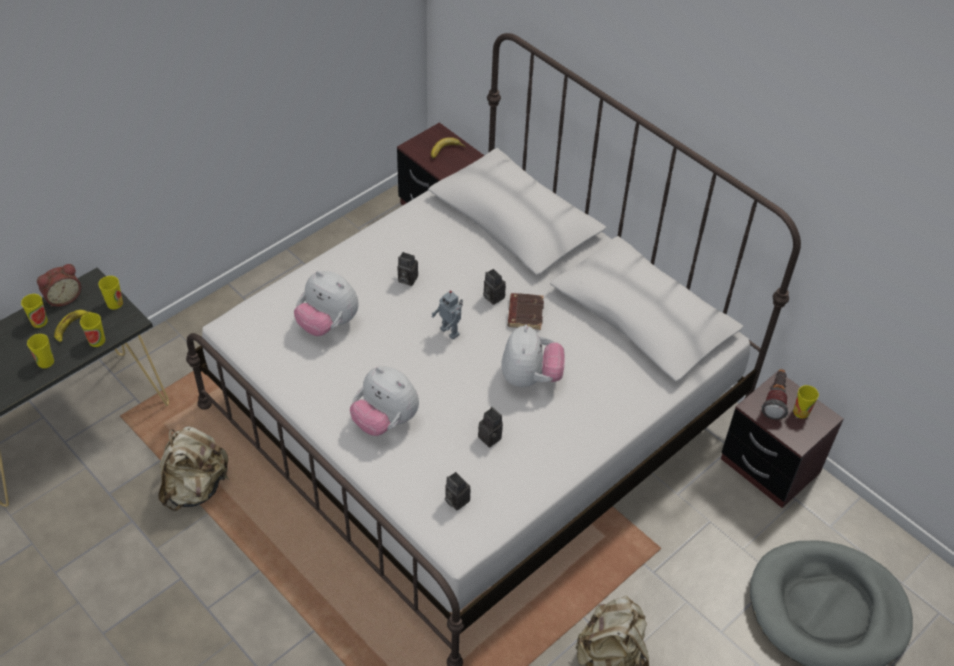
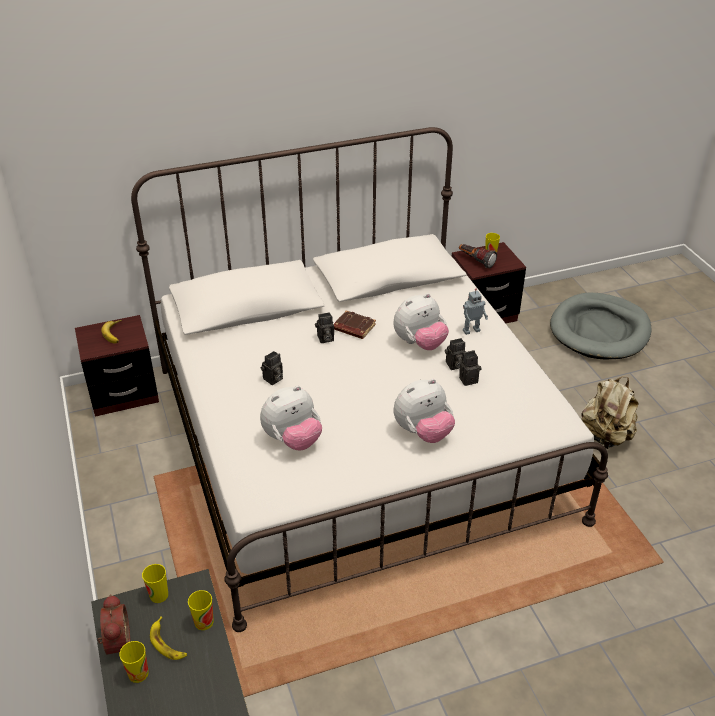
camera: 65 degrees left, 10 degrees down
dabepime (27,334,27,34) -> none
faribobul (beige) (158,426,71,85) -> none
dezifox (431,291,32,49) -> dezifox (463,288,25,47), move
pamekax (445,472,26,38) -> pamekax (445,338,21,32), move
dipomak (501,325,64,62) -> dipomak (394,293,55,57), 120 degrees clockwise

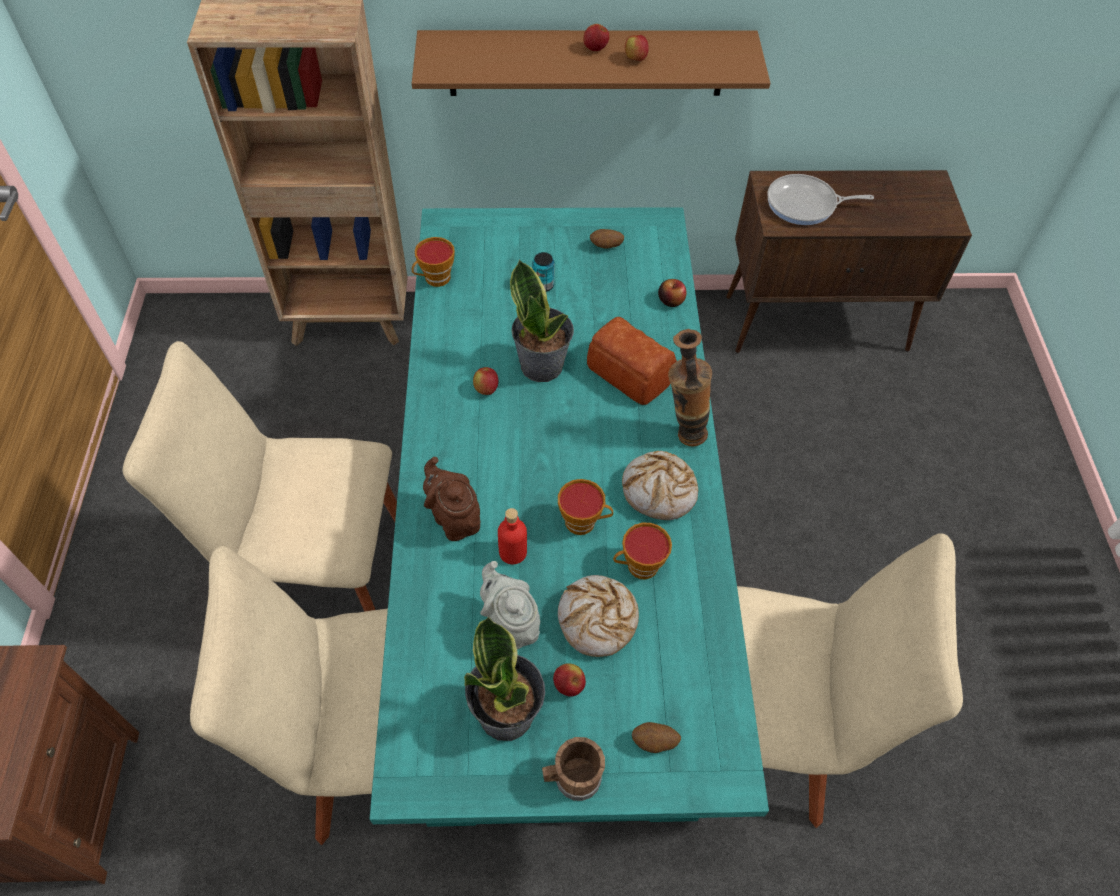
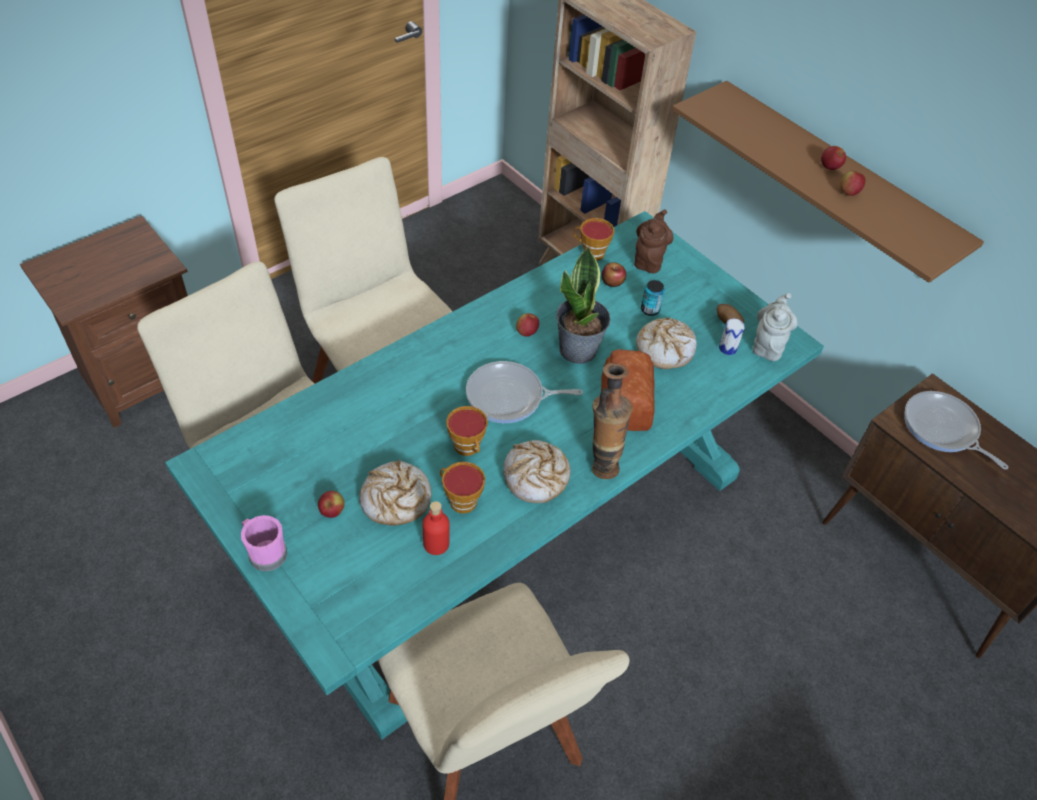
camera: 50 degrees right, 5 degrees down
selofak (464,616,81,125) -> none
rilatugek (632,722,49,31) -> none
none -> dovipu (466,361,117,62)
none -> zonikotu (636,317,61,52)
none -> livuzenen (719,318,26,37)
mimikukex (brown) (423,457,57,84) -> mimikukex (brown) (634,210,39,63), move
mimikukex (grey) (480,561,60,88) -> mimikukex (grey) (753,293,45,68), move
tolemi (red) (498,508,29,56) -> tolemi (red) (423,501,27,54), move
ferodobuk (658,279,29,28) -> ferodobuk (602,262,24,25), move
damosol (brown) (542,737,63,64) -> damosol (pink) (241,515,46,56)

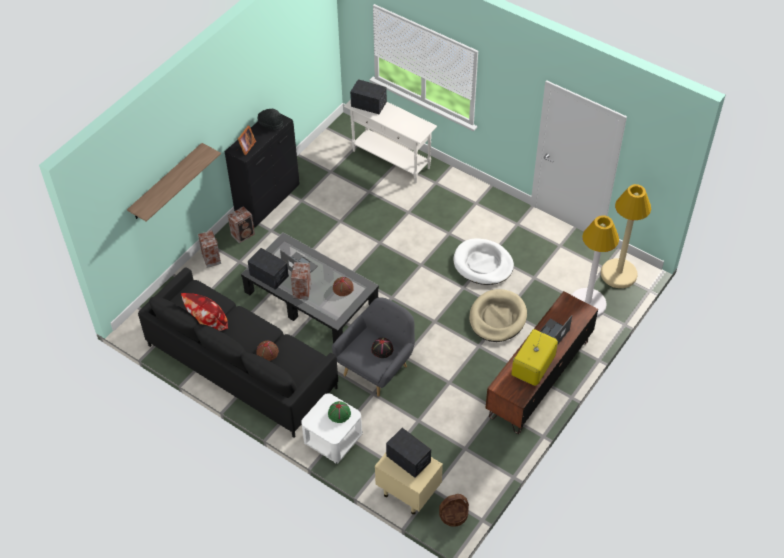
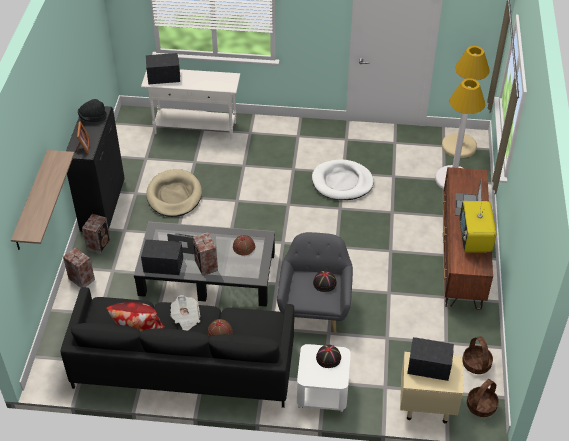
camera: 30 degrees left, 5 degrees down
none -> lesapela (171,295,29,36)
none -> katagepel (462,336,31,38)
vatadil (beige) (469,289,58,53) -> vatadil (beige) (146,169,56,48), move
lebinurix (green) (328,401,23,22) -> lebinurix (black) (316,345,25,23)

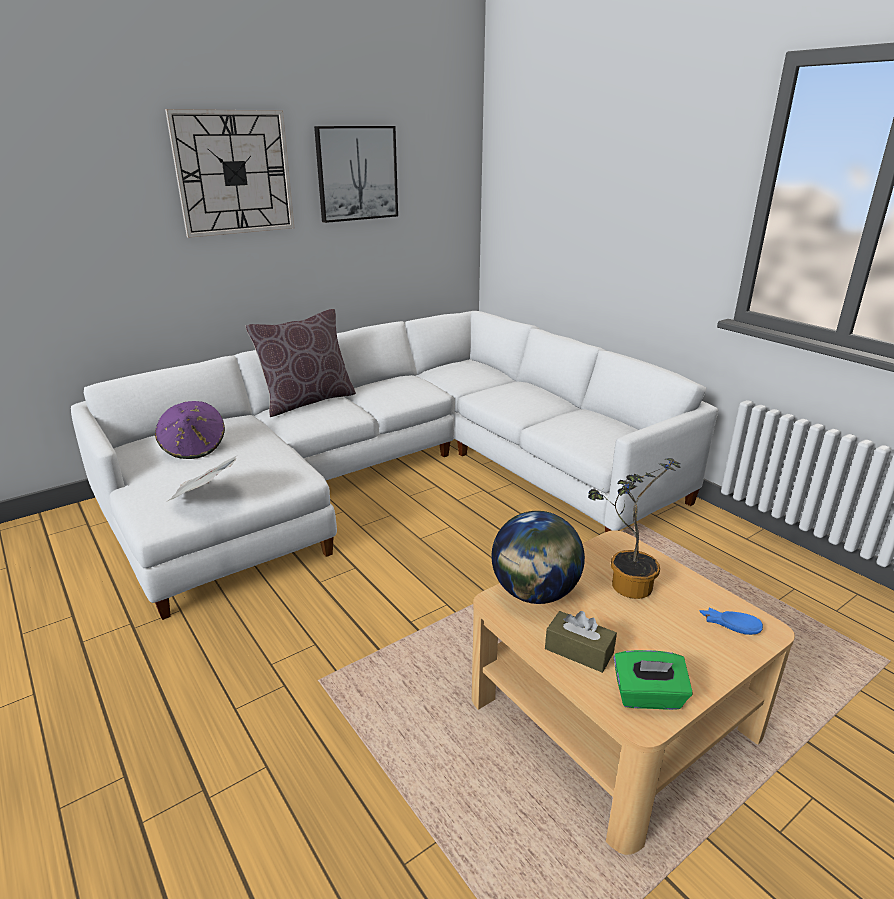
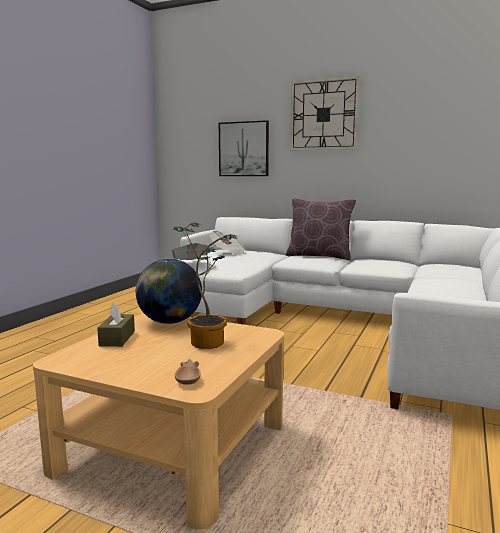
camera: 60 degrees right, 15 degrees down
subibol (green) (614,650,79,60) -> none
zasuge (314,126,84,97) -> zasuge (219,120,50,56), move
lebinurix (purple) (155,401,70,58) -> lesapela (209,231,37,25)
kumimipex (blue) (700,607,63,28) -> kumimipex (brown) (175,359,26,26)

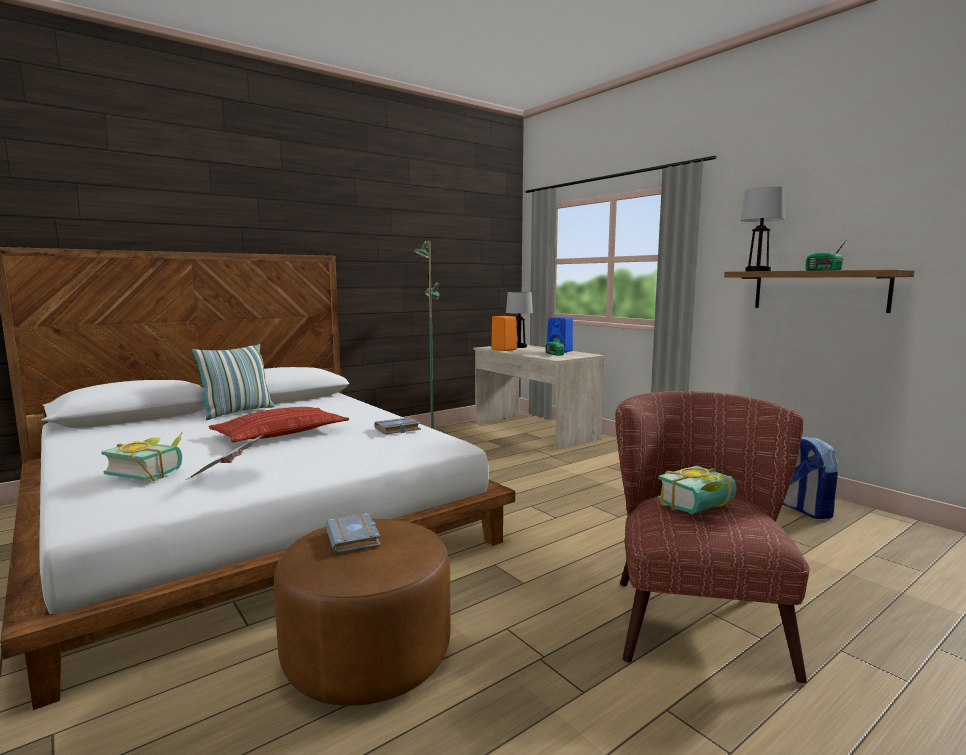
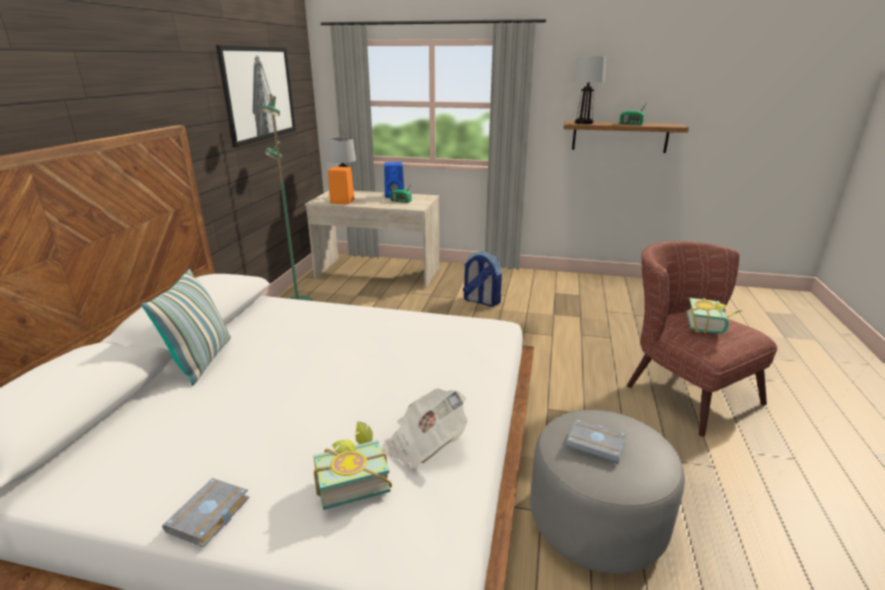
camera: 40 degrees left, 15 degrees up
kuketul (208,407,141,35) -> none
none -> zasuge (216,45,80,102)
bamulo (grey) (375,417,46,18) -> bamulo (grey) (162,478,87,69), move
faribobul (783,436,55,83) -> faribobul (463,252,39,55), move
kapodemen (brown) (274,519,177,187) -> kapodemen (grey) (530,410,155,164)

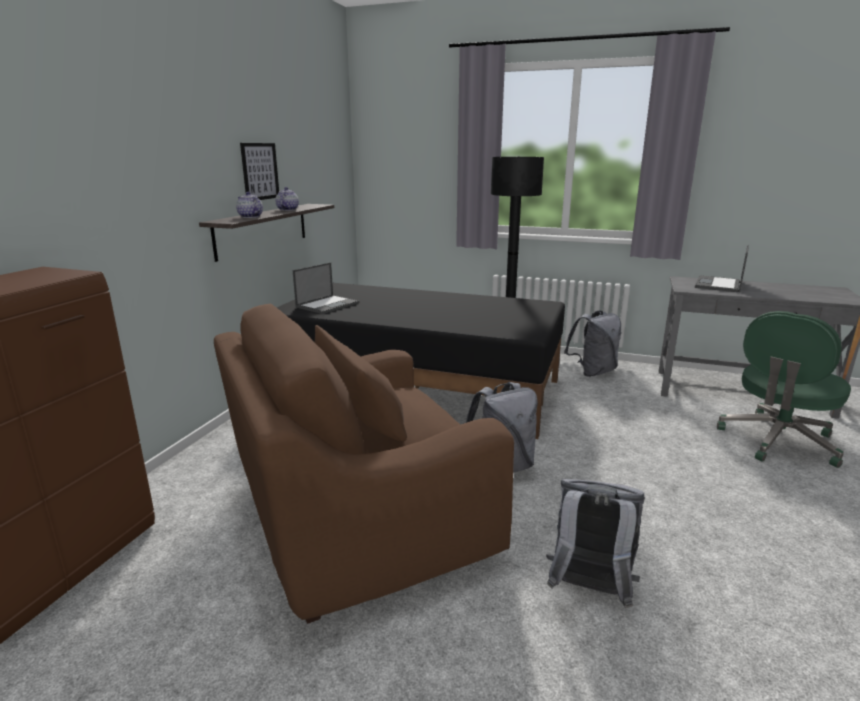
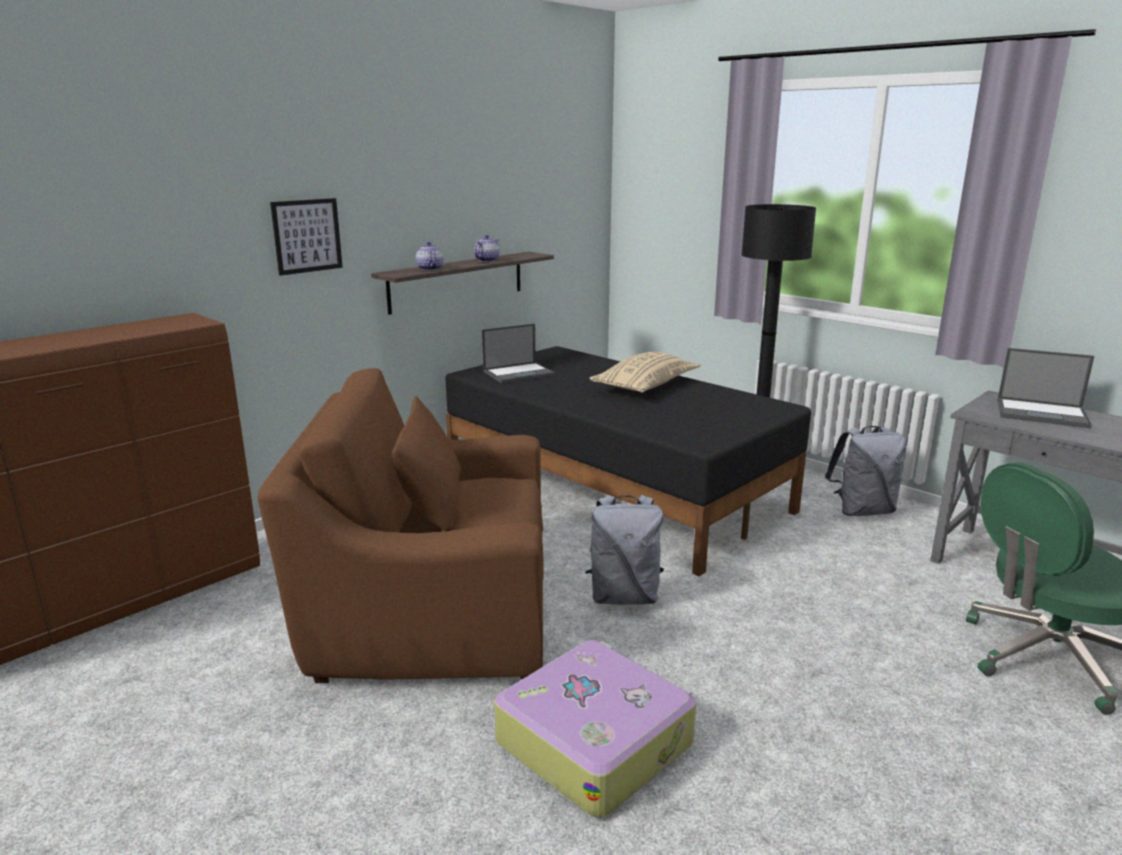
camera: 25 degrees right, 0 degrees up
none -> kuketul (beige) (590,352,111,41)
zasuge (240,143,39,57) -> zasuge (270,198,73,78), move
faribobul (grey) (546,479,99,129) -> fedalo (494,640,202,177)
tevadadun (695,245,54,47) -> tevadadun (997,348,97,80), 120 degrees counterclockwise

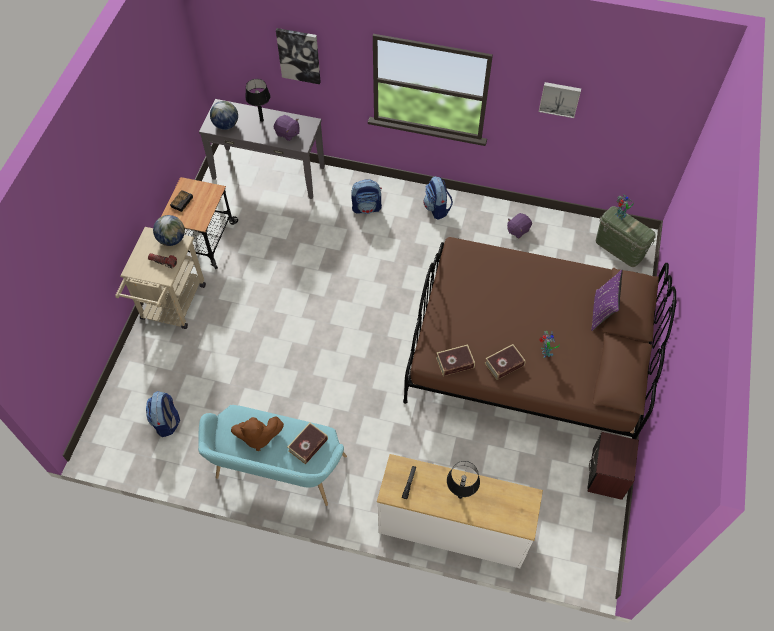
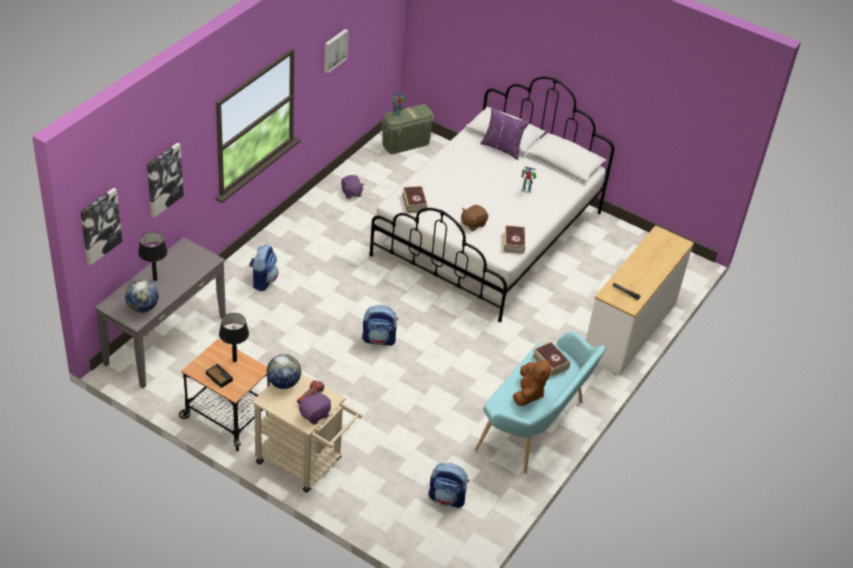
camera: 75 degrees left, 15 degrees down
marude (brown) (587,432,52,68) -> none
none -> zasuge (80,188,42,78)
none -> dipomak (brown) (461,205,27,26)
dipomak (purple) (274,115,26,26) -> dipomak (purple) (299,390,32,35), move
faribobul (423,176,30,44) -> faribobul (362,305,36,41), move
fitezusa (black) (447,461,33,38) -> fitezusa (black) (219,313,30,49), move
bamulo (485,344,41,36) -> bamulo (402,186,25,27), move
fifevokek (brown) (403,237,274,202) -> fifevokek (white) (369,77,245,245)

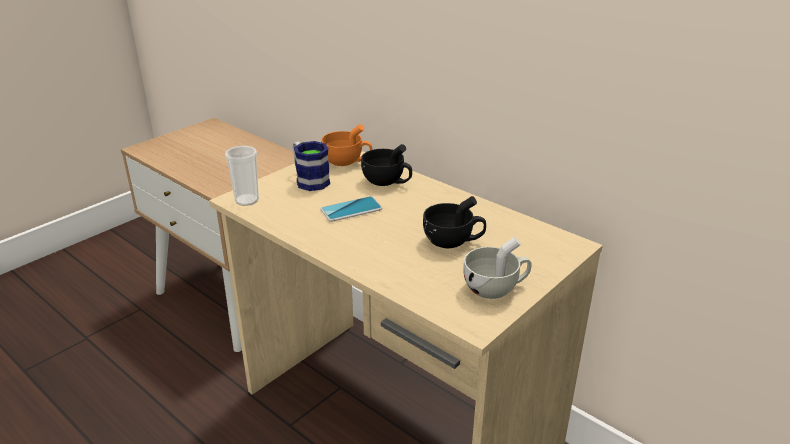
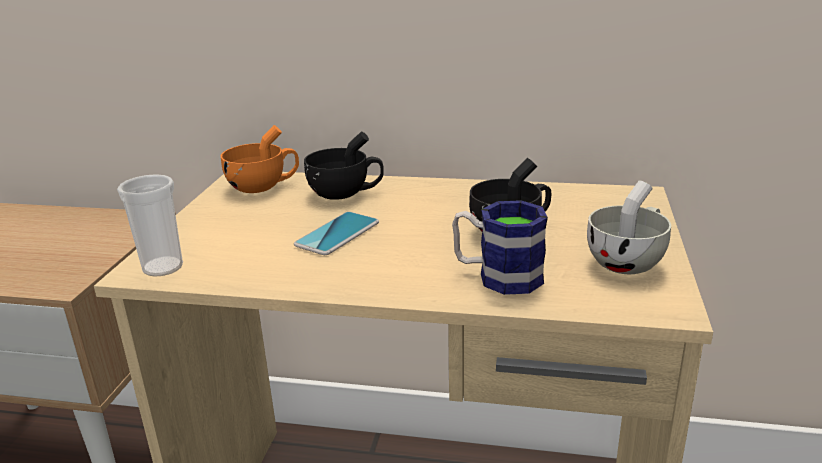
camera: 30 degrees left, 5 degrees down
damosol (293,141,37,50) -> damosol (452,200,96,95), move

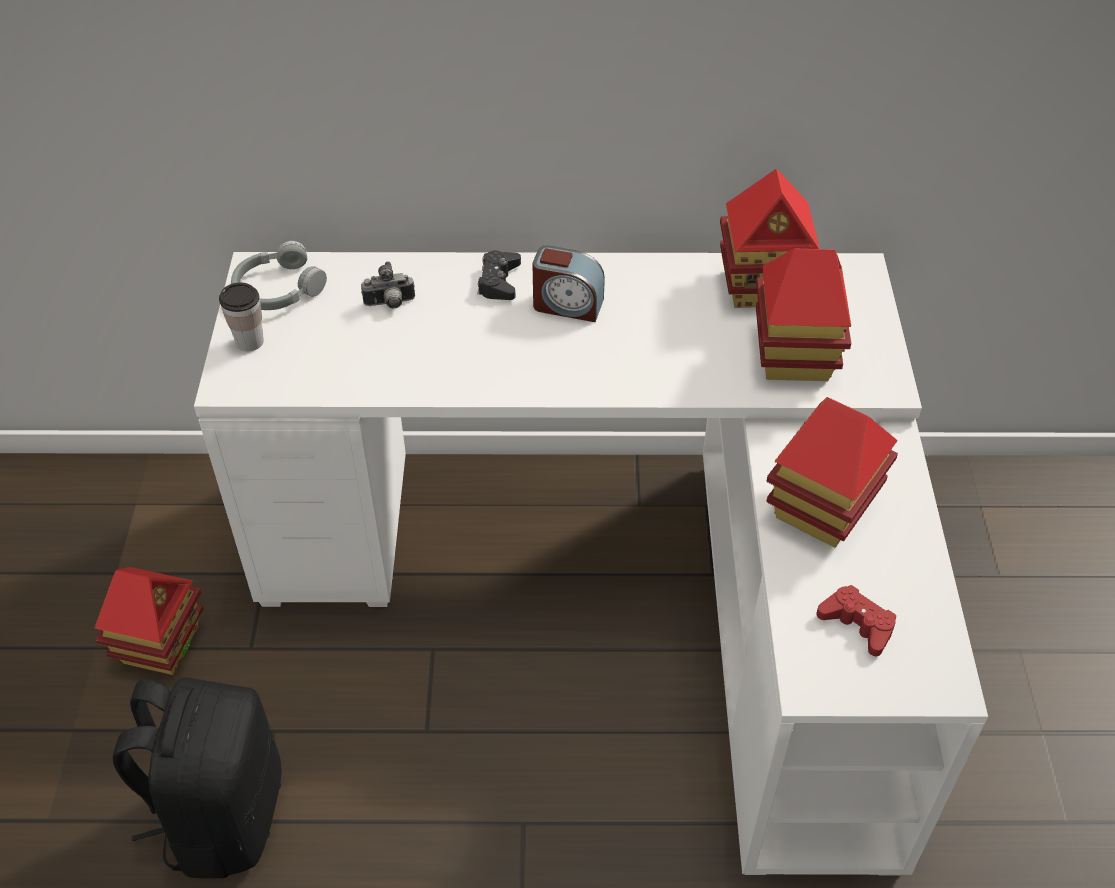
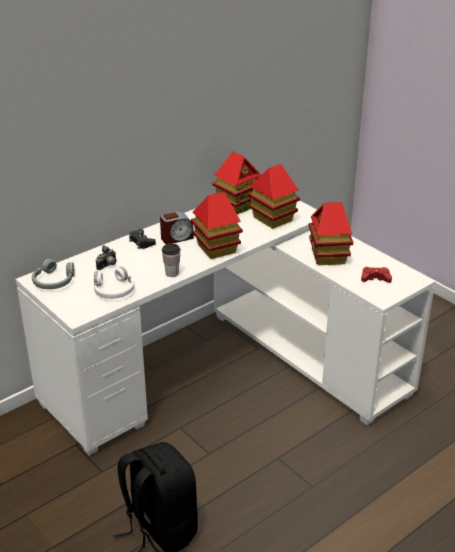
camera: 40 degrees left, 15 degrees down
none -> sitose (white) (94,267,40,32)
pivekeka (95,567,109,108) -> pivekeka (191,192,52,67), move
dabepime (219,282,45,69) -> dabepime (162,244,19,33), move

